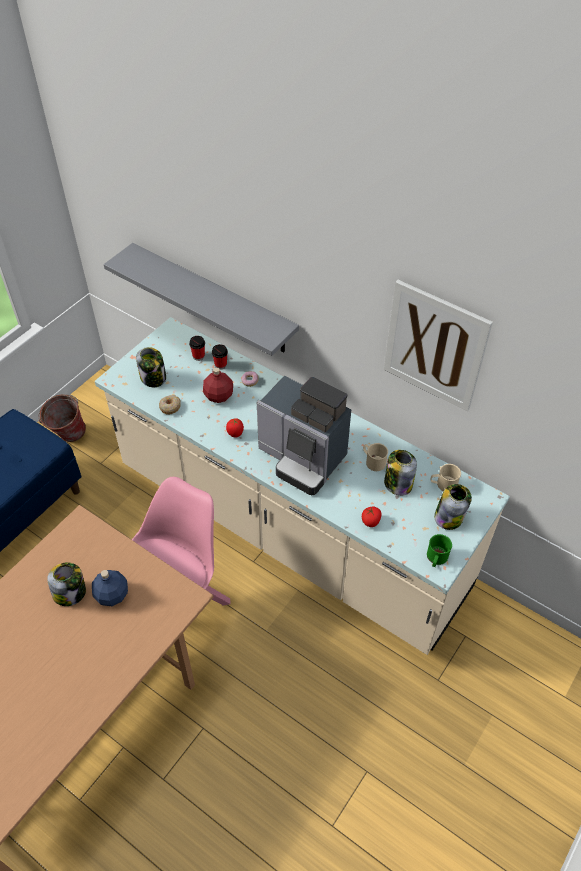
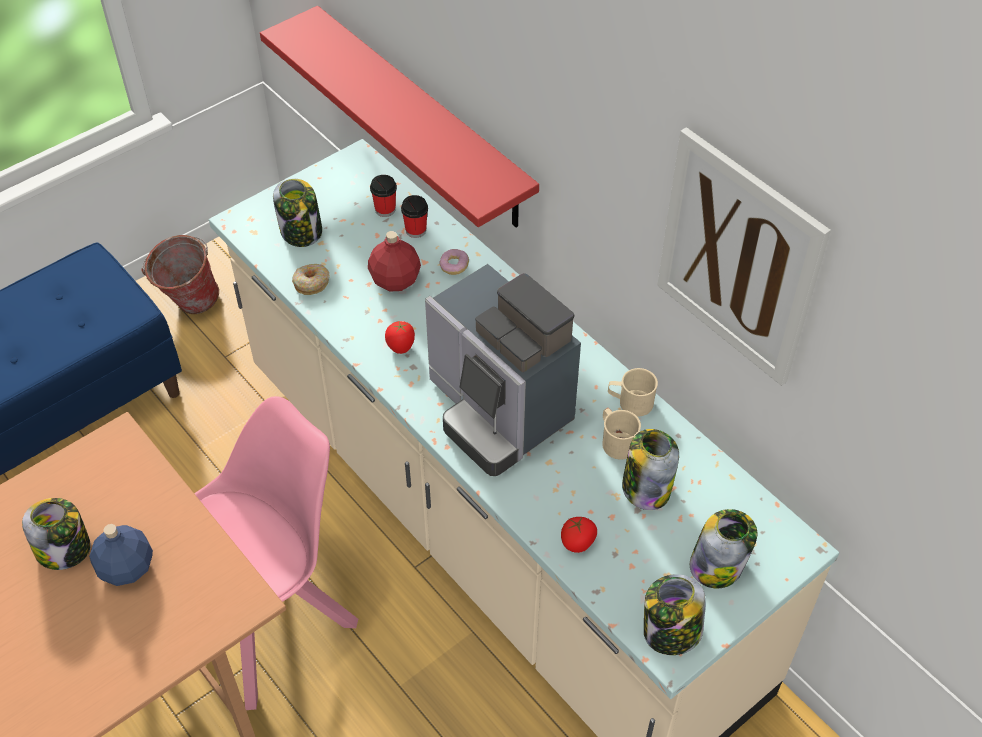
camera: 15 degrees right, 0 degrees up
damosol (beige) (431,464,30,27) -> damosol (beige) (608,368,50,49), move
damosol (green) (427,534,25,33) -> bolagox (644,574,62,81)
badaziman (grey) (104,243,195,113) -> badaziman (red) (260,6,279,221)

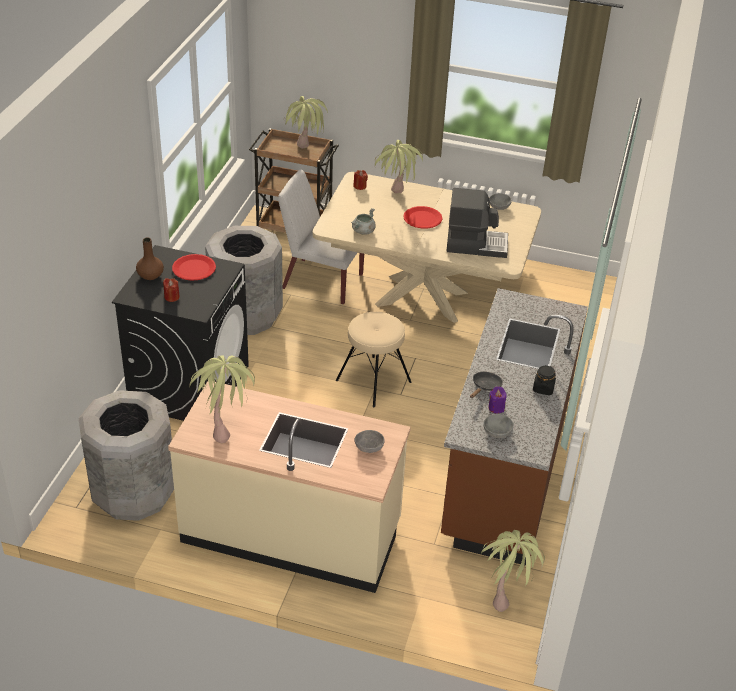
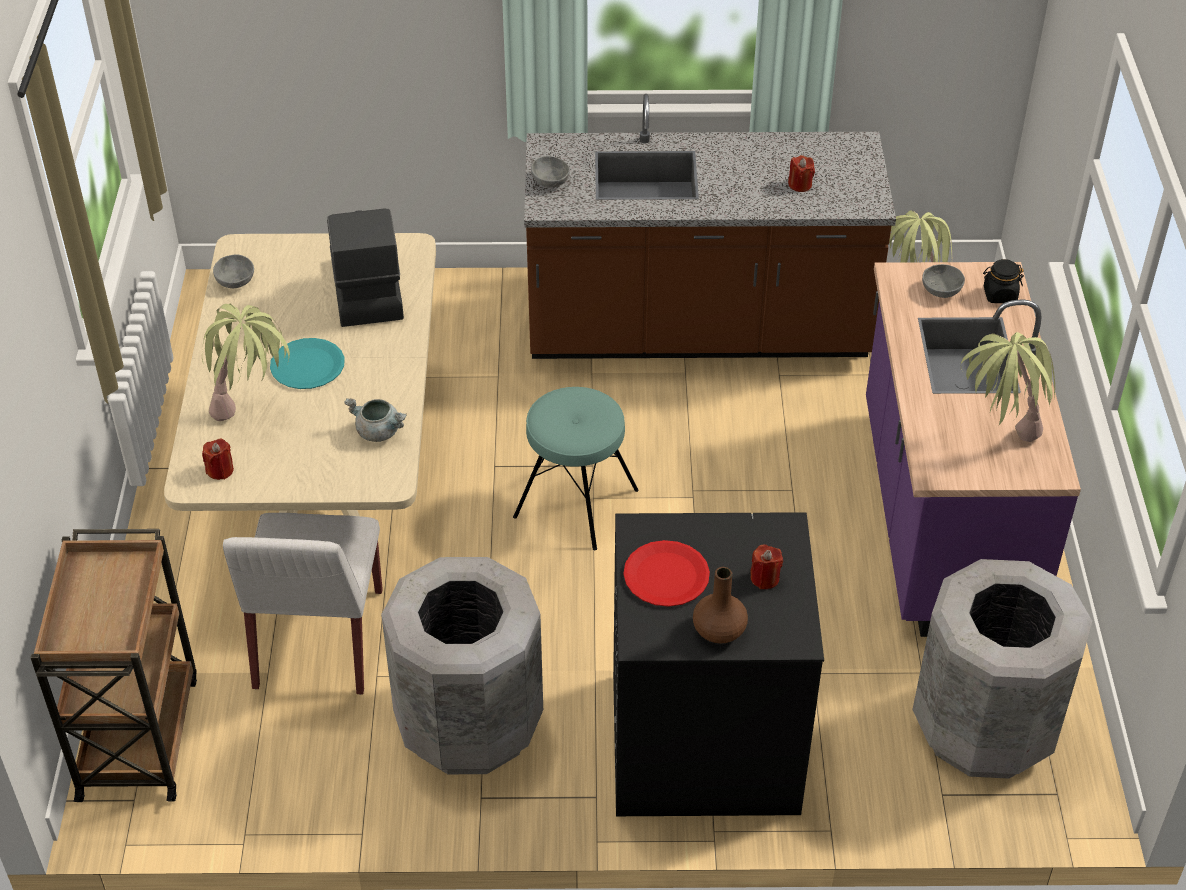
camera: 105 degrees left, 5 degrees up
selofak (285,96,43,53) -> none
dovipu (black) (470,372,33,26) -> none
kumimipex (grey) (484,414,30,24) -> kumimipex (grey) (531,156,39,32), move
bolagox (black) (533,366,23,29) -> bolagox (black) (983,259,41,44), move
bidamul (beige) (168,381,243,212) -> bidamul (purple) (866,262,215,375)
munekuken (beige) (336,312,76,95) -> munekuken (turquoise) (513,387,126,163)
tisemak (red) (403,206,39,23) -> tisemak (turquoise) (270,338,75,51)
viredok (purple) (488,386,19,28) -> viredok (red) (788,155,27,37)

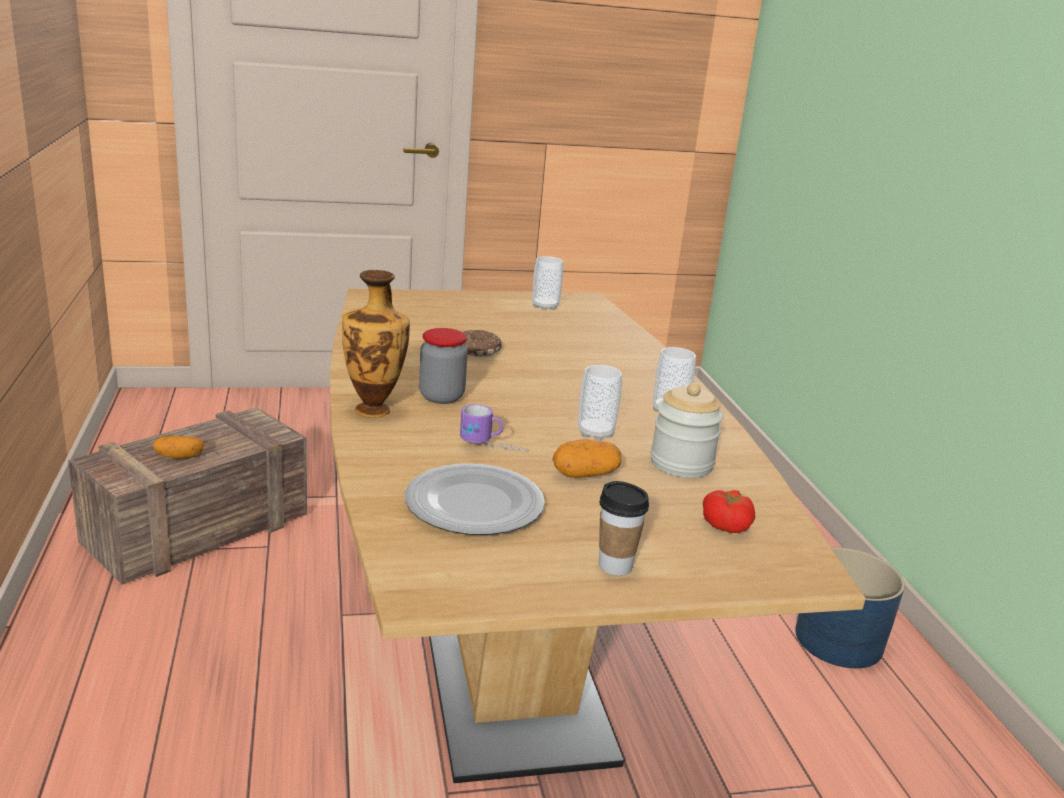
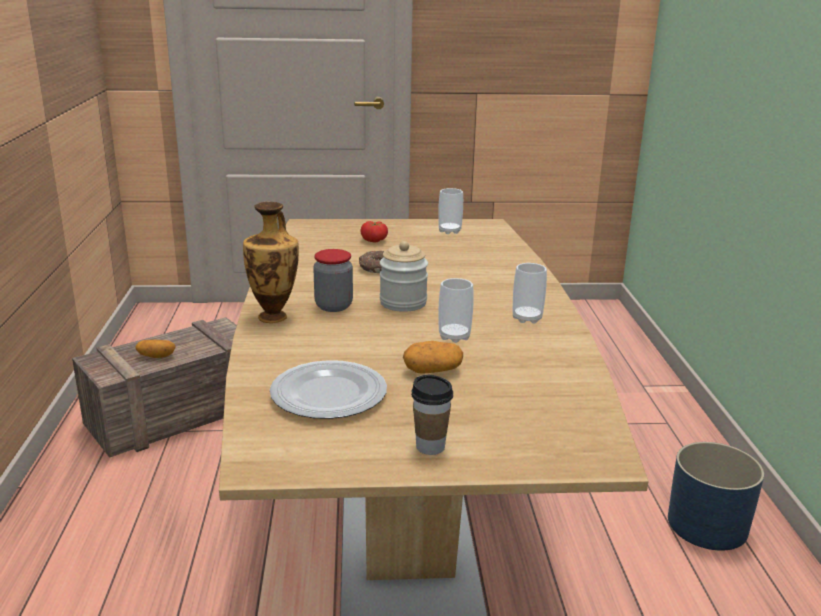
camera: 10 degrees right, 0 degrees up
damosol (460,404,68,49) -> none
bolagox (650,383,73,95) -> bolagox (380,241,48,71), move
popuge (703,490,52,43) -> popuge (360,221,28,22), move

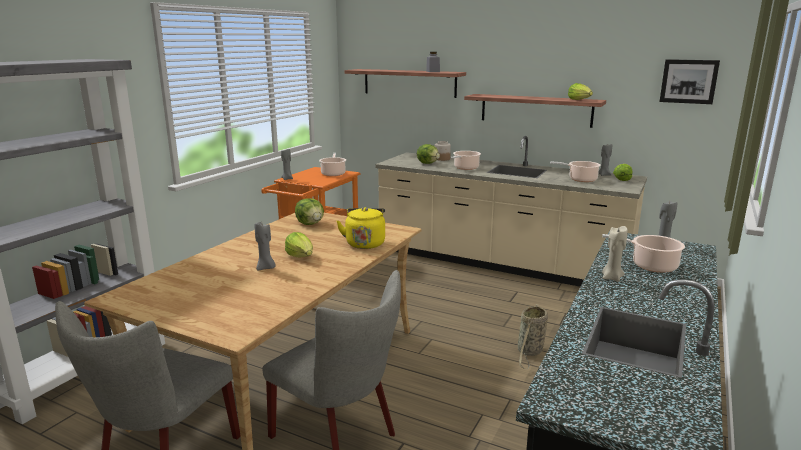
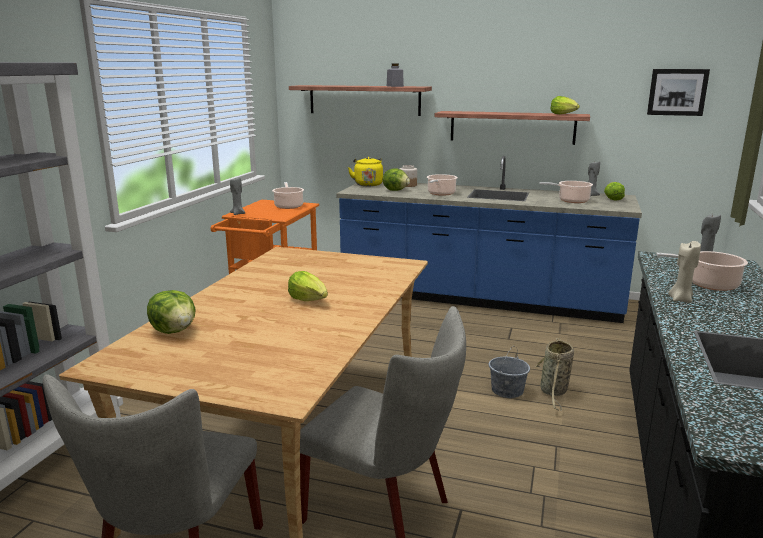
camera: 10 degrees left, 0 degrees up
viredok (grey) (254,222,22,48) -> none
none -> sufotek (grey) (489,346,41,52)
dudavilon (295,198,29,27) -> dudavilon (147,290,49,44), move
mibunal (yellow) (336,207,49,42) -> mibunal (yellow) (348,157,35,29), move
bidamul (beige) (375,136,272,151) -> bidamul (blue) (336,156,306,167)

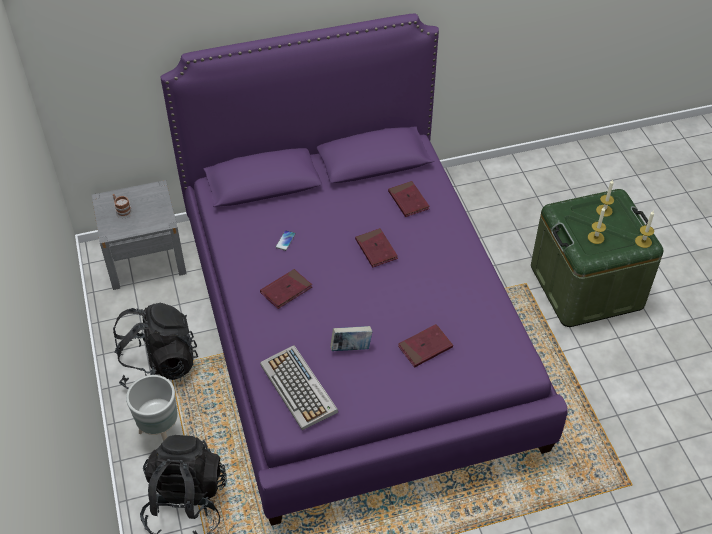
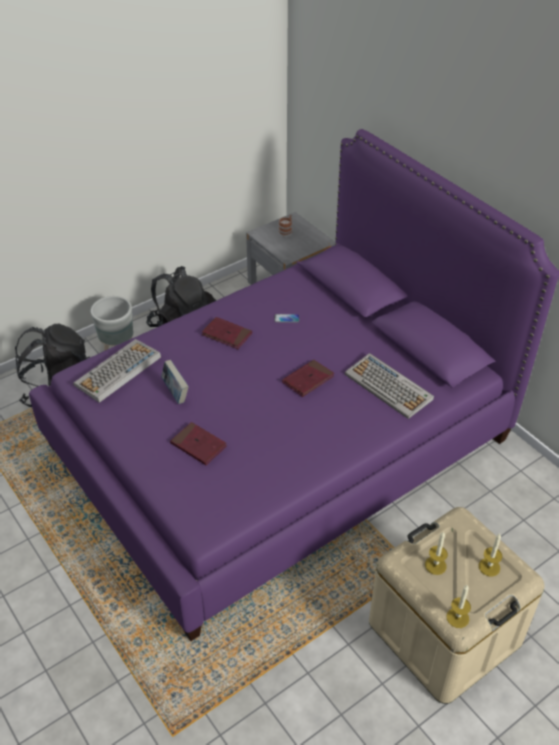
camera: 70 degrees right, 5 degrees down
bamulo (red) (388,181,42,36) -> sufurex (345,353,89,66)
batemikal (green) (531,189,132,138) -> batemikal (beige) (369,507,175,197)

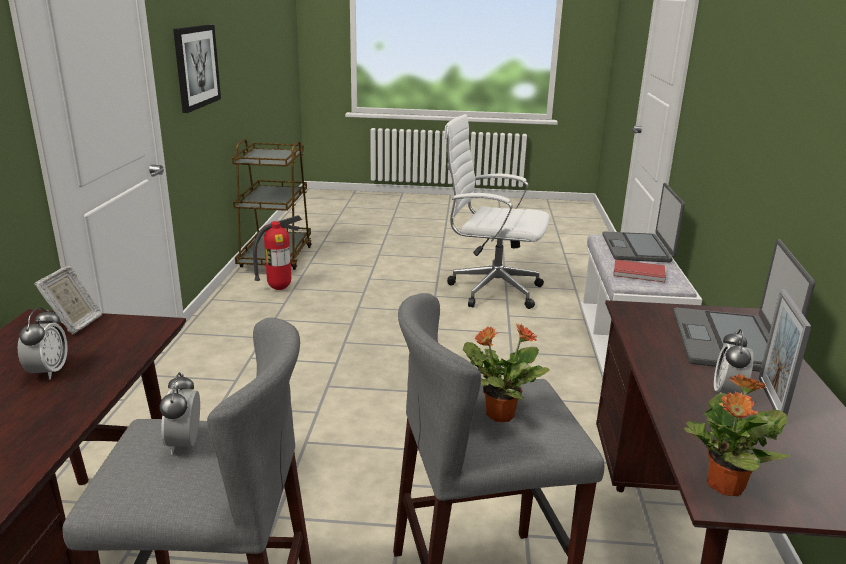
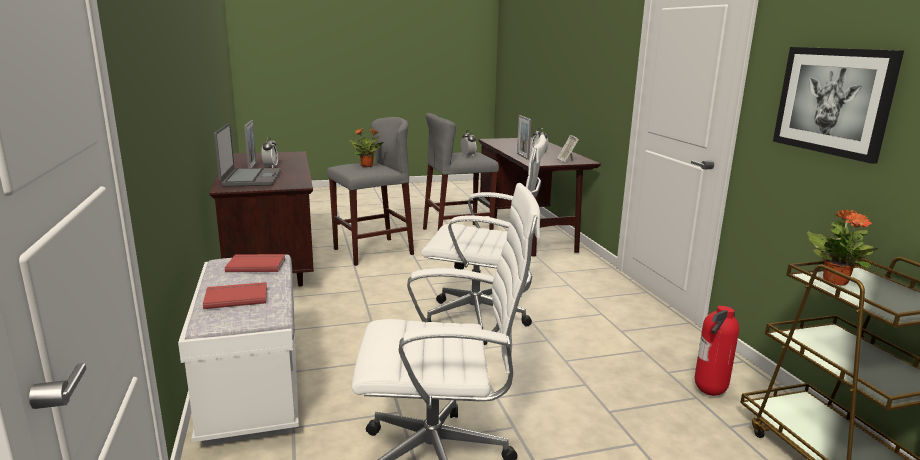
camera: 160 degrees right, 5 degrees down
none -> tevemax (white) (421,134,125,211)
none -> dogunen (517,115,15,45)
selofak (684,373,107,124) -> selofak (807,209,72,76), move
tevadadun (602,183,83,79) -> bamulo (red) (203,282,64,27)

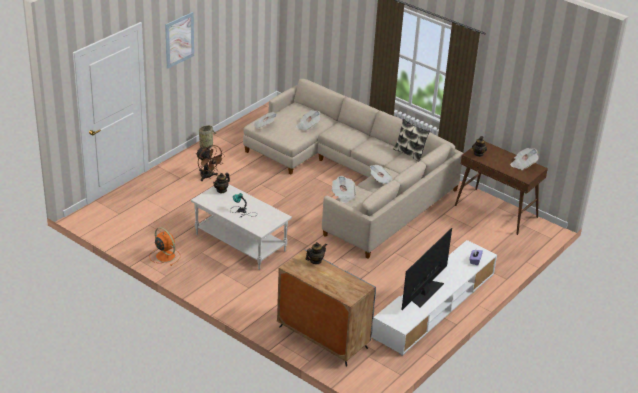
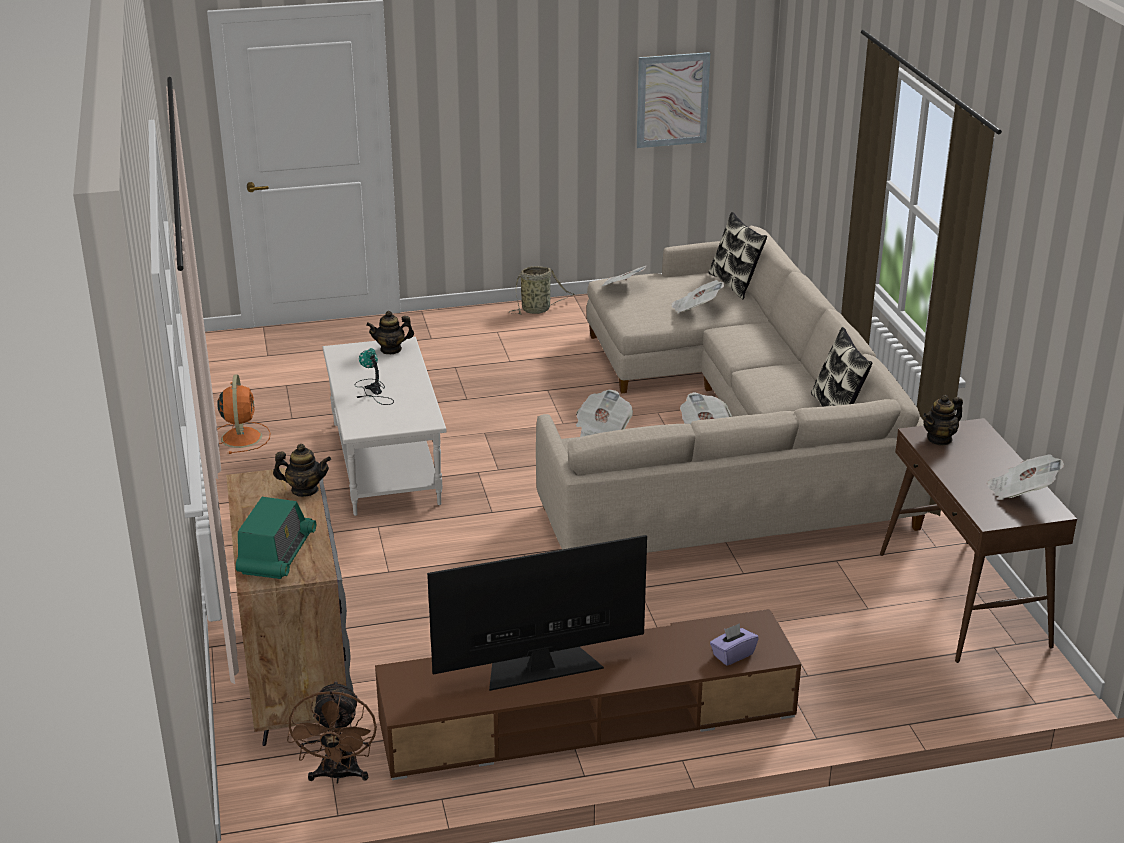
camera: 40 degrees right, 5 degrees down
none -> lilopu (236,497,80,82)
none -> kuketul (708,212,59,87)
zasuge (165,12,29,57) -> zasuge (637,52,73,96), move
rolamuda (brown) (196,145,29,36) -> rolamuda (brown) (287,680,90,104), move
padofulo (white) (372,240,125,116) -> padofulo (brown) (375,609,426,171)

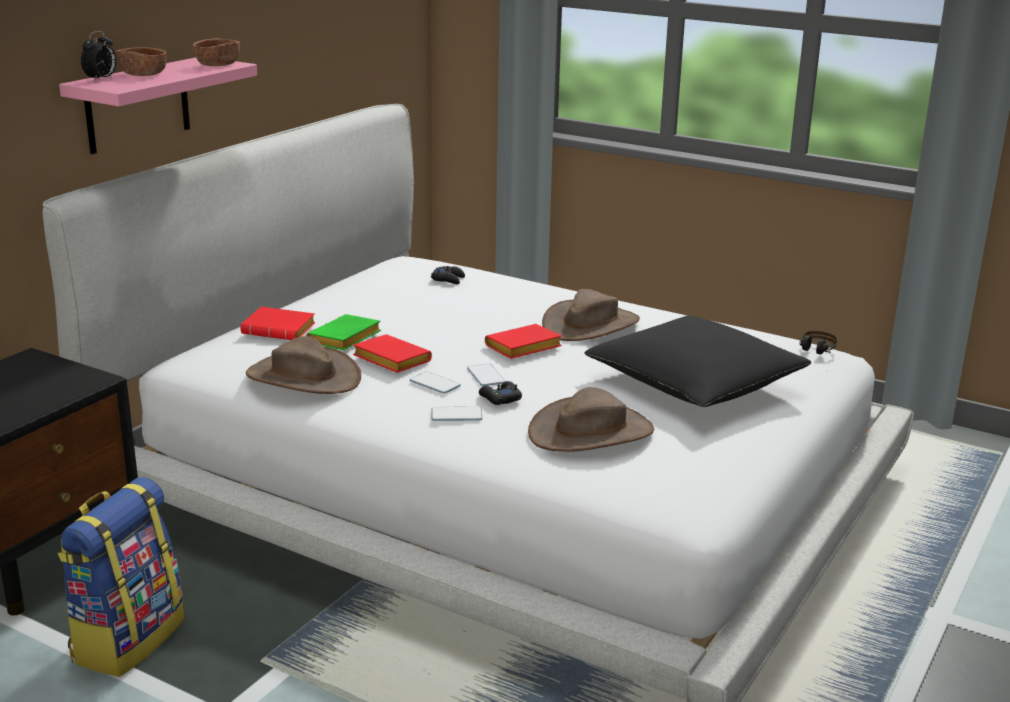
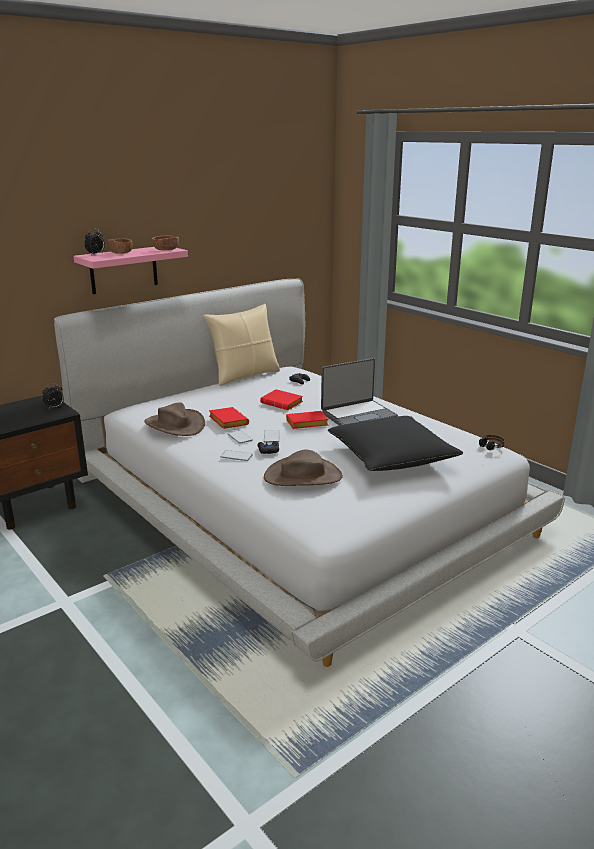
camera: 20 degrees right, 0 degrees up
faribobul (58,478,126,199) -> none
bamulo (green) (306,314,75,36) -> none
none -> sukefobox (42,383,22,26)
none -> kuketul (beige) (203,304,77,82)
bamulo (red) (241,307,75,33) -> bamulo (red) (260,389,43,21), move
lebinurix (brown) (542,289,98,52) -> tevadadun (321,358,77,67)

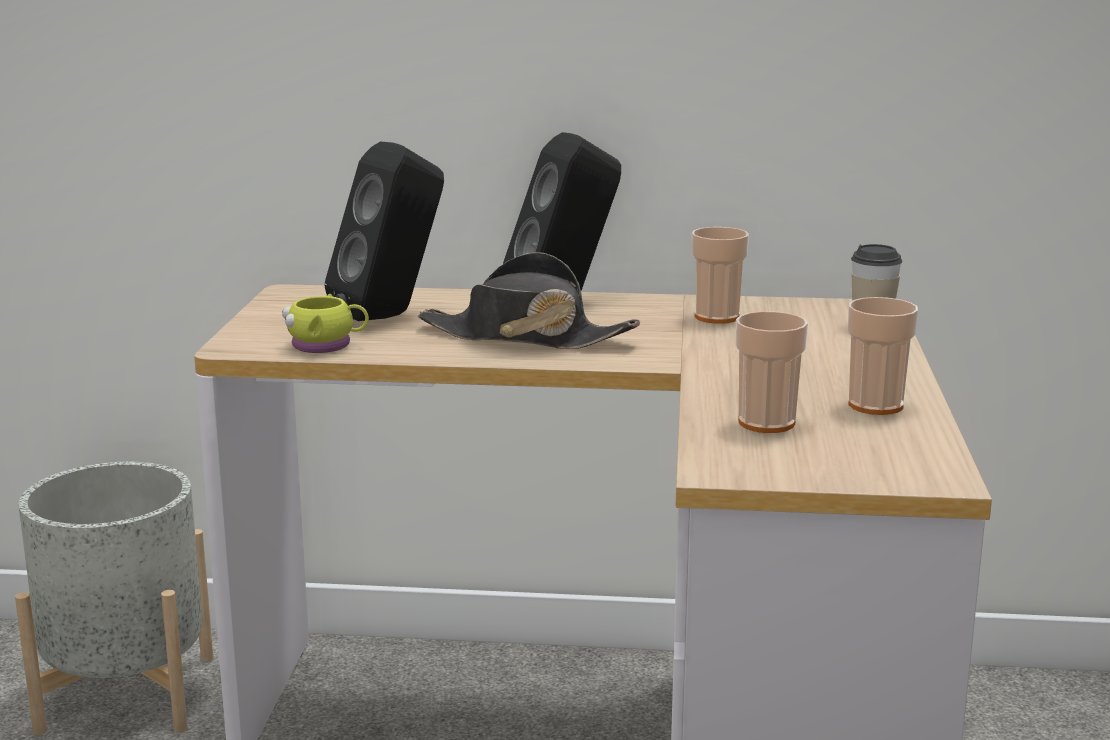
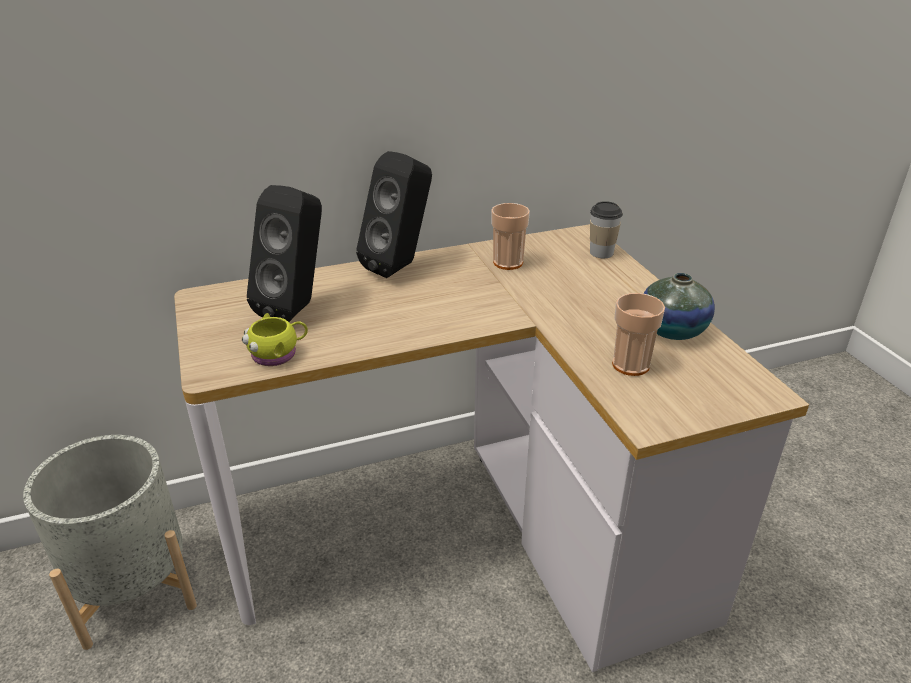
camera: 25 degrees left, 15 degrees up
lebinurix (black) (417,252,223,97) -> none
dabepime (848,297,70,118) -> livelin (643,273,72,67)

